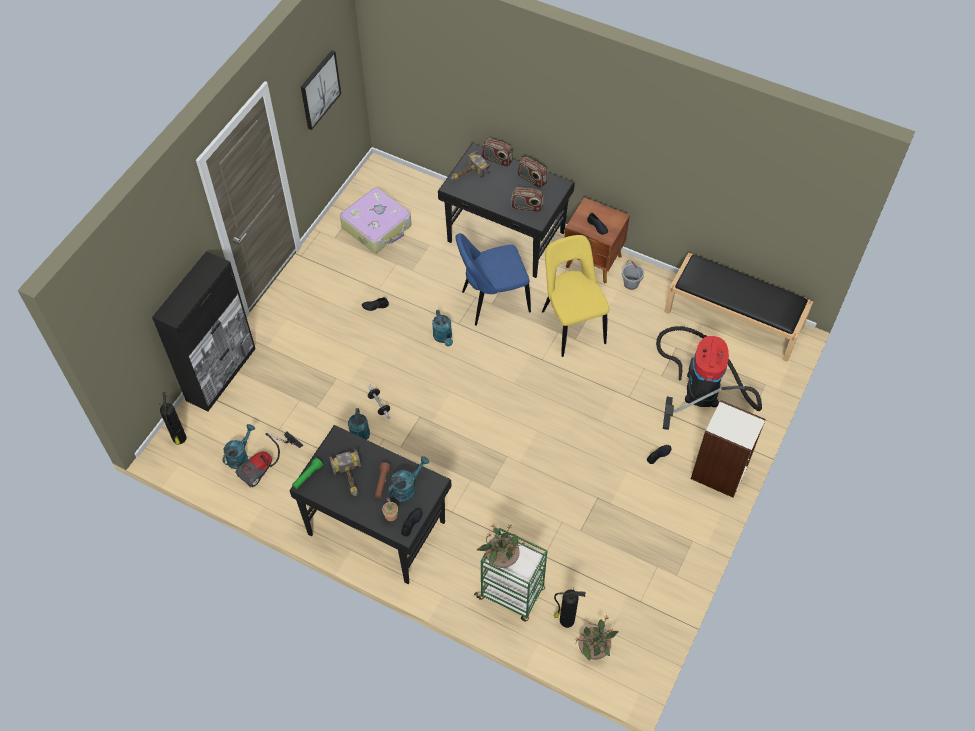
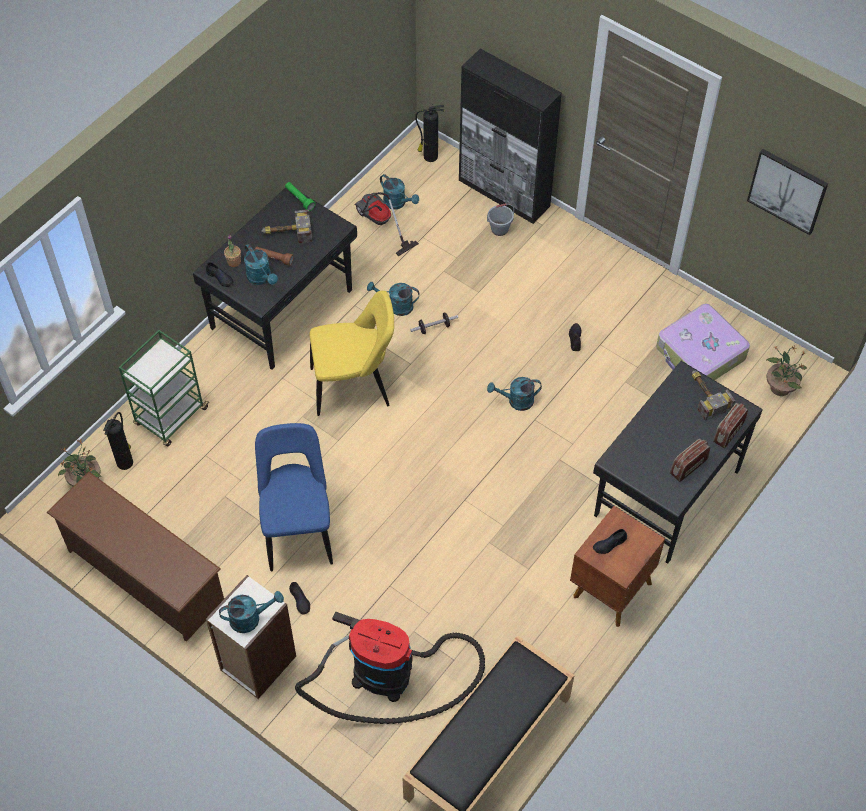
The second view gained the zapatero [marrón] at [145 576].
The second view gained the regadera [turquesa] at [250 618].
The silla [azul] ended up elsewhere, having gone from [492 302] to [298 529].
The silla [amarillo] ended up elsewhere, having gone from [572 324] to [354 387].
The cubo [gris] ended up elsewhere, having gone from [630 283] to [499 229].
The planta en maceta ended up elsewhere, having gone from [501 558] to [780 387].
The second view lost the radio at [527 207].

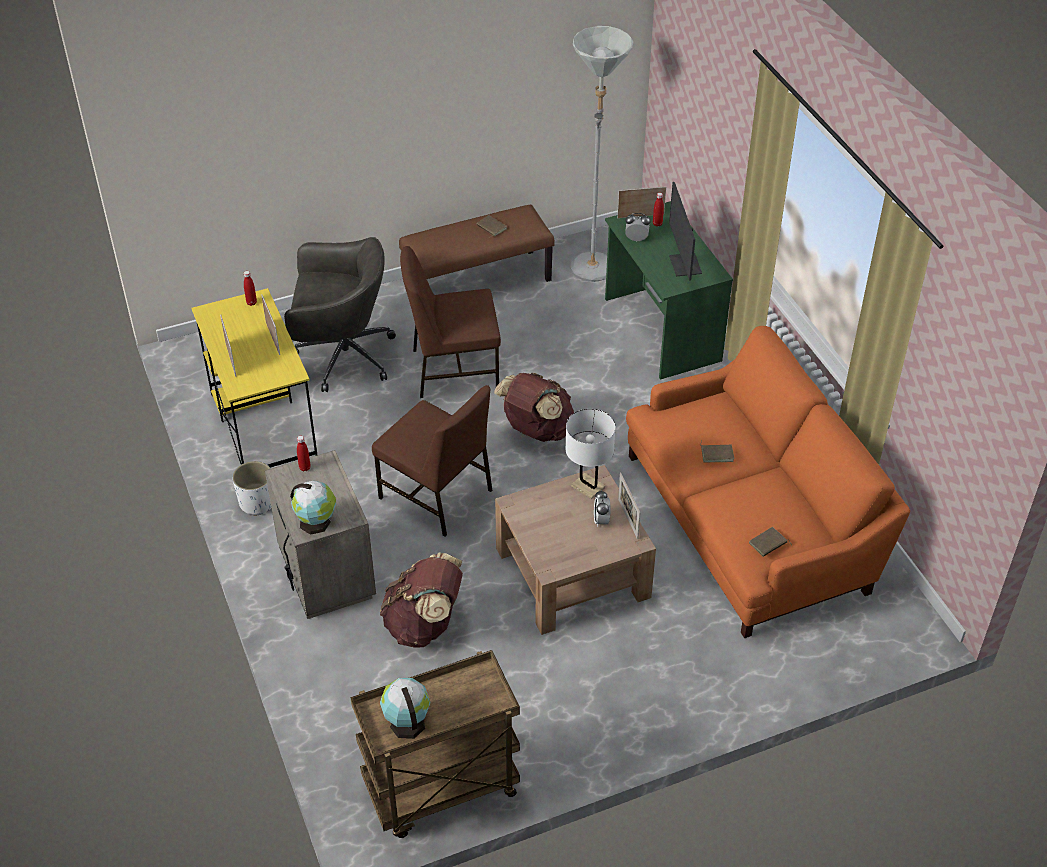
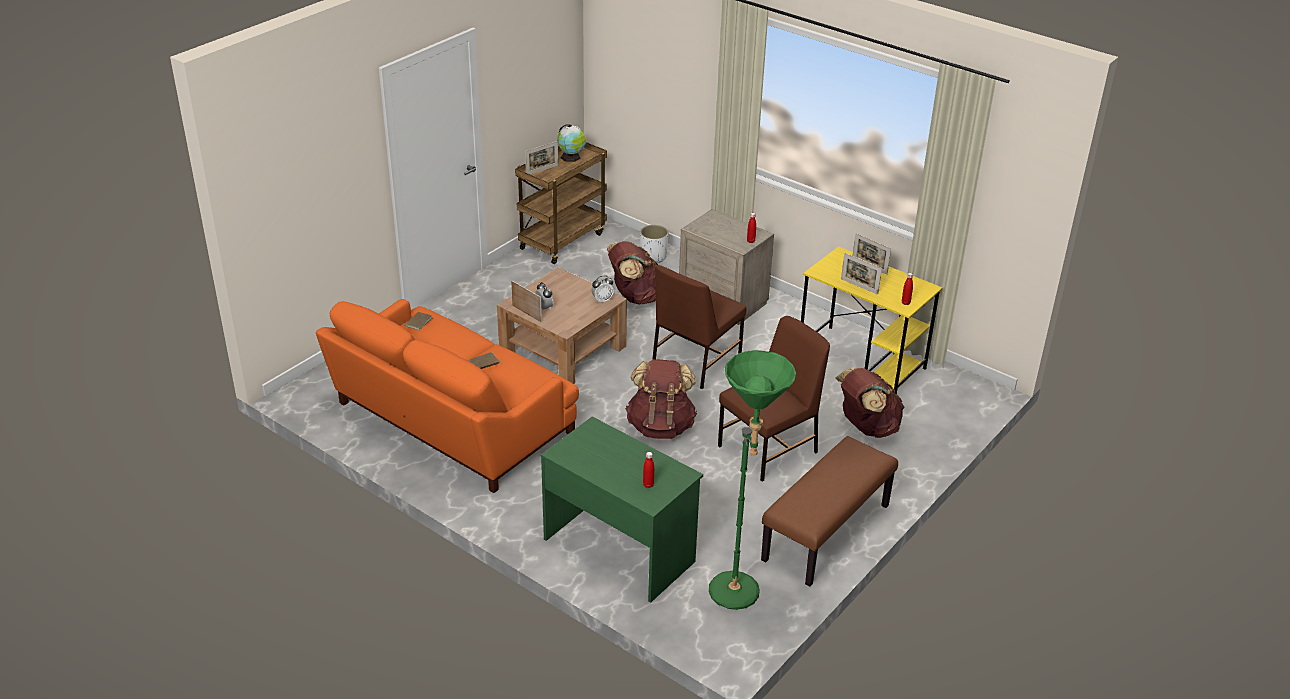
The portarretratos ended up elsewhere, having gone from [640 216] to [542 170].
The despertador ended up elsewhere, having gone from [636 239] to [602 300].
The maceta [blanco] ended up elsewhere, having gone from [257 502] to [653 256].
The silla [marrón] at [436 496] ended up facing another way, 60 degrees counterclockwise from before.
What was the lámpara de pie [gris] at [593 261] turned into the lámpara de pie [verde] at [738 599].
Where the silla de oficina [gris] stood at [342 356], the mochila [marrón] came to stand at [866 427].
The second view lost the globo terráqueo at [316 522].
The second view lost the libro [marrón] at [491 228].
The second view lost the lámpara de mesa [blanco] at [588 486].
The second view lost the monitor at [684 265].

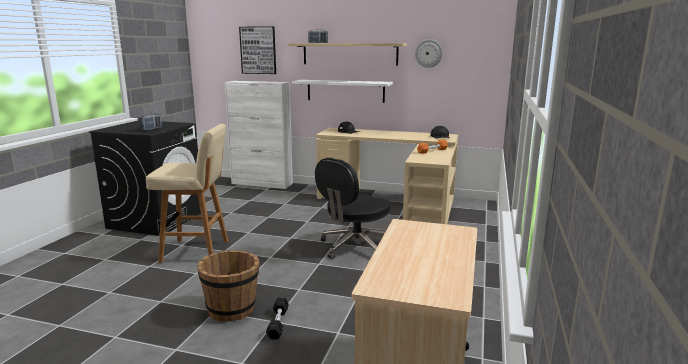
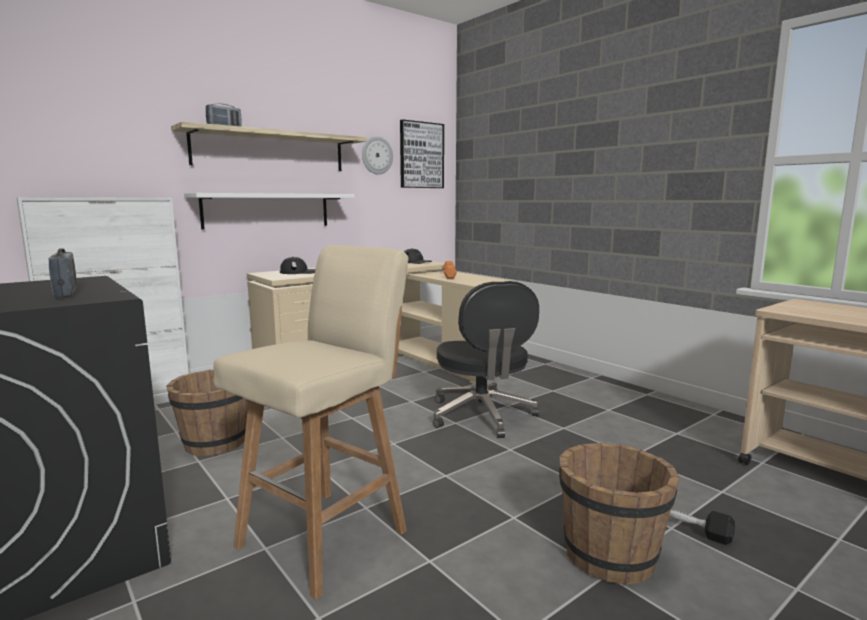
The second view gained the cubo [marrón] at [214 443].
The cuadro ended up elsewhere, having gone from [258 50] to [421 155].

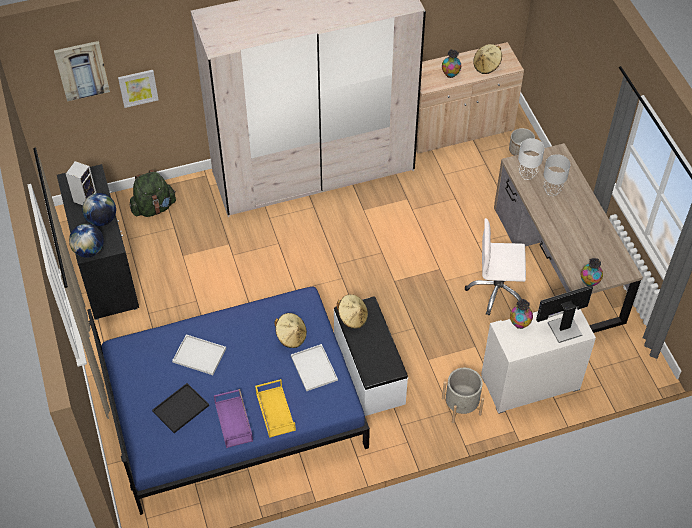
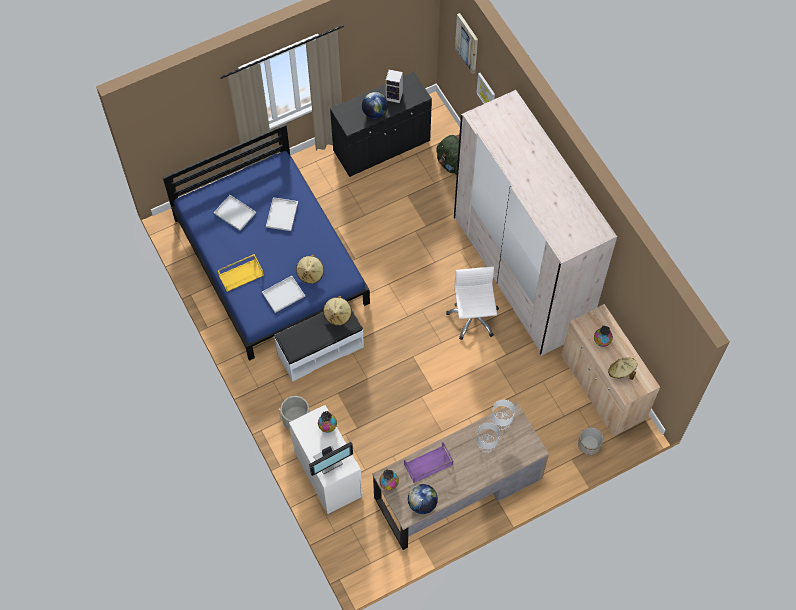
What was the bandeja [negro] at [181 407] turned into the bandeja [blanco] at [235 213].
The monitor at [563 328] ended up facing another way, 90 degrees clockwise from before.
The bandeja [morado] ended up elsewhere, having gone from [234 422] to [428 465].
The globo terráqueo ended up elsewhere, having gone from [89 250] to [422 503].
The silla de oficina [blanco] ended up elsewhere, having gone from [496 291] to [473 318].

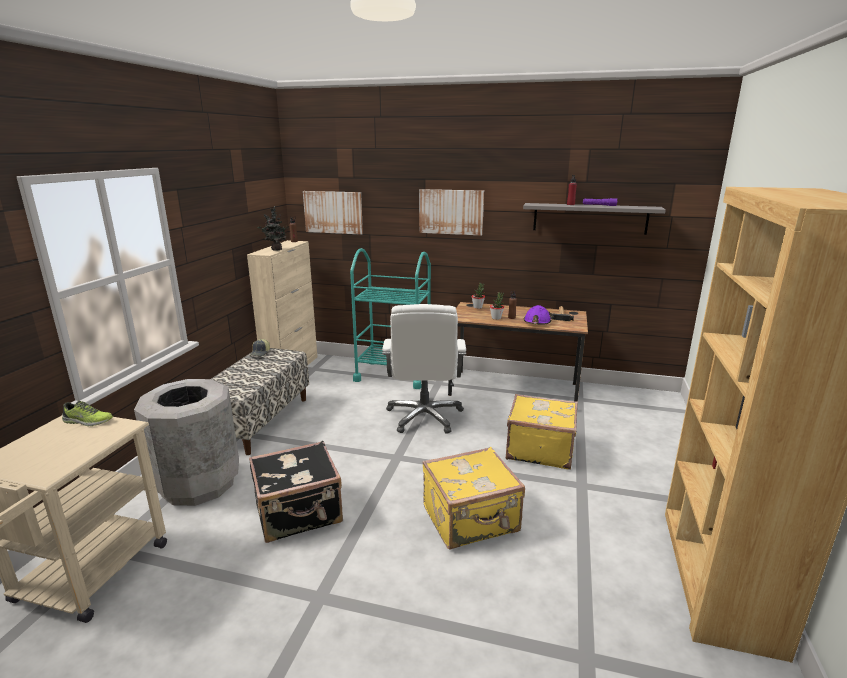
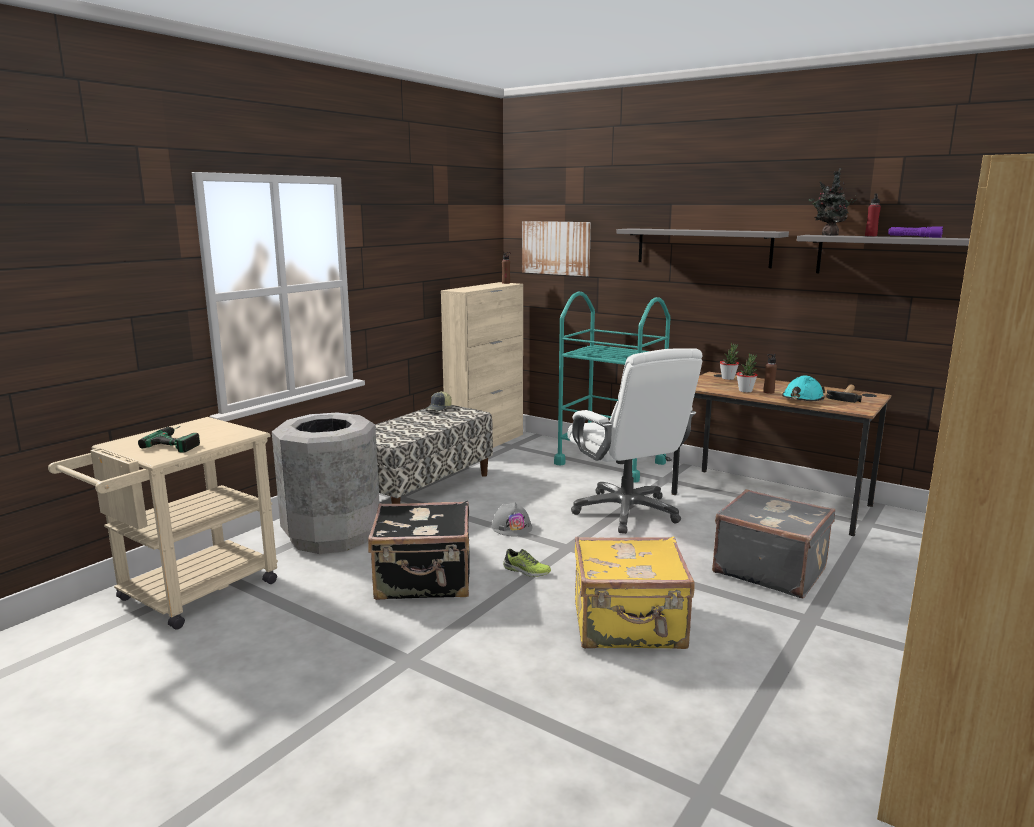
The second view gained the taladro at [179 441].
The second view gained the casco [gris] at [512 527].
The zapato ended up elsewhere, having gone from [87 421] to [526 571].
The silla de oficina [blanco] at [424 416] ended up facing another way, 45 degrees counterclockwise from before.
Where the cuadro hung at [451 212], the estante [gris] came to hang at [703 247].
What was the maleta [amarillo] at [539 449] turned into the maleta [gris] at [769 570].
What was the casco [morado] at [537 322] turned into the casco [turquesa] at [802 400].
The planta en maceta ended up elsewhere, having gone from [276 249] to [828 235].

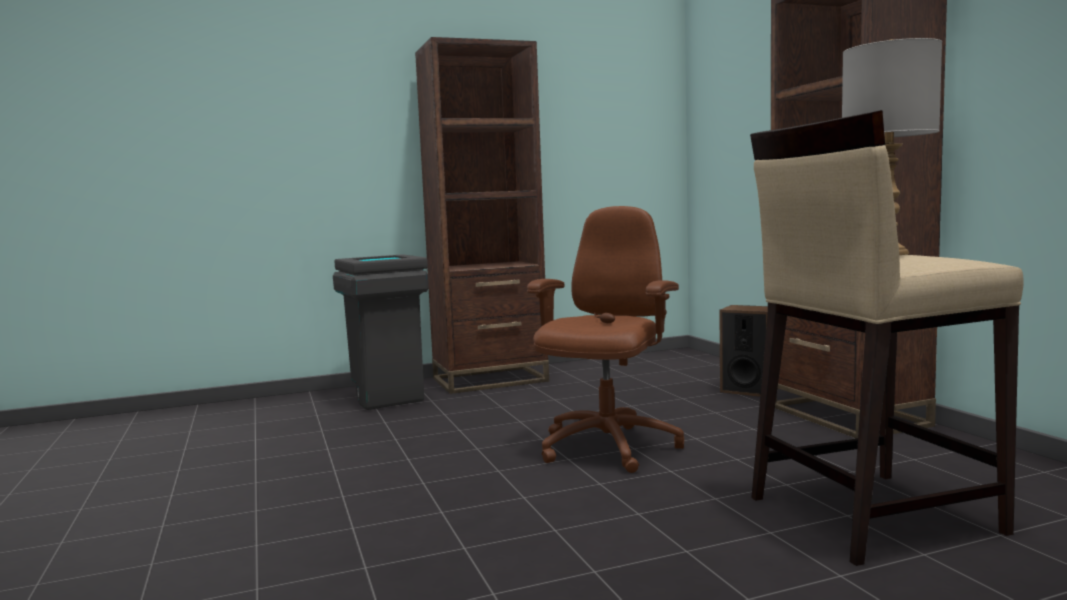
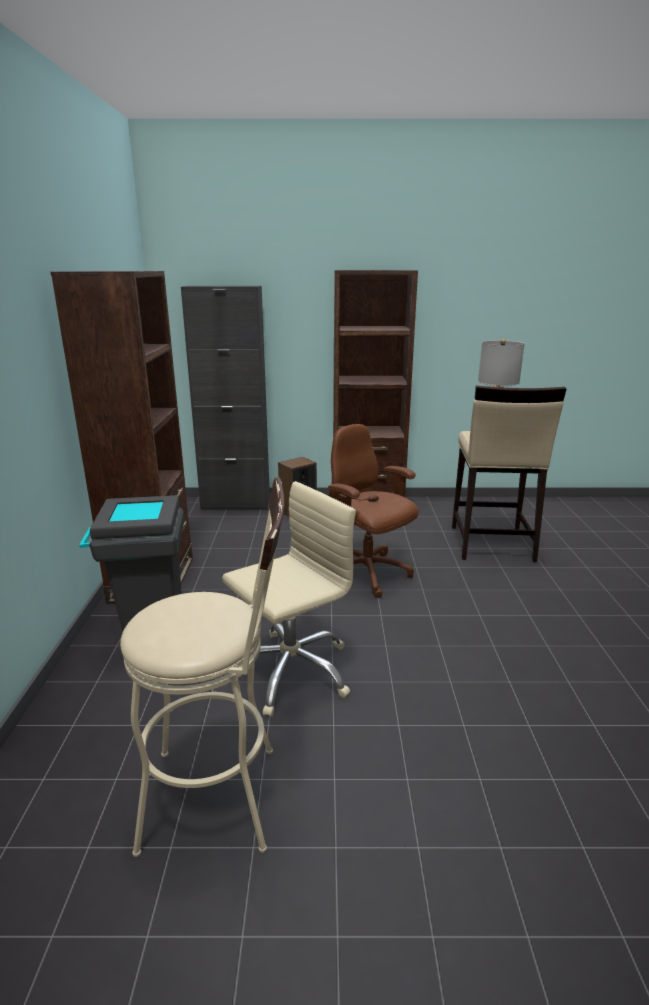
The second view gained the taburete [beis] at [224 797].
The second view gained the armario [negro] at [236 504].
The second view gained the silla de oficina [beis] at [291 670].

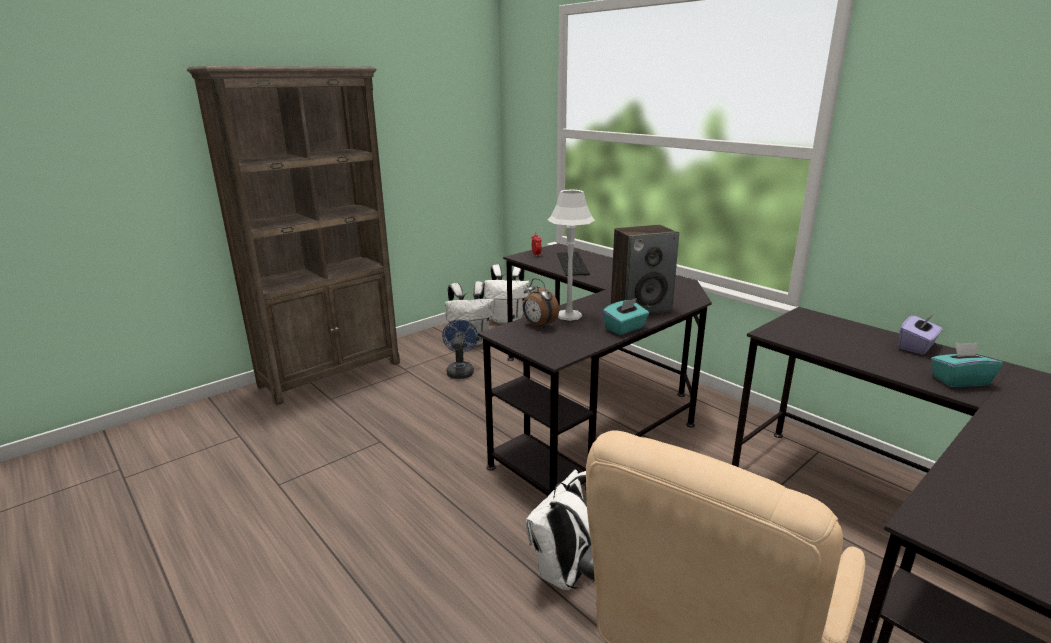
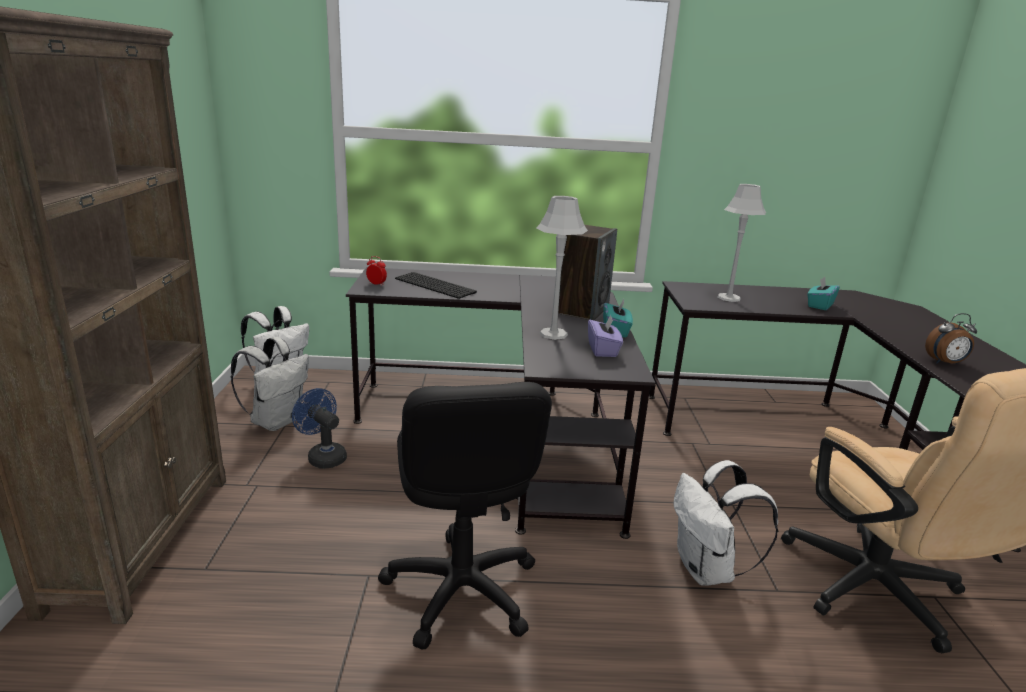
The second view gained the silla de oficina [negro] at [460 590].
The caja de pañuelos [morado] ended up elsewhere, having gone from [916 347] to [603 350].
The second view gained the lámpara de mesa [gris] at [728 298].
The despertador ended up elsewhere, having gone from [538 325] to [945 363].

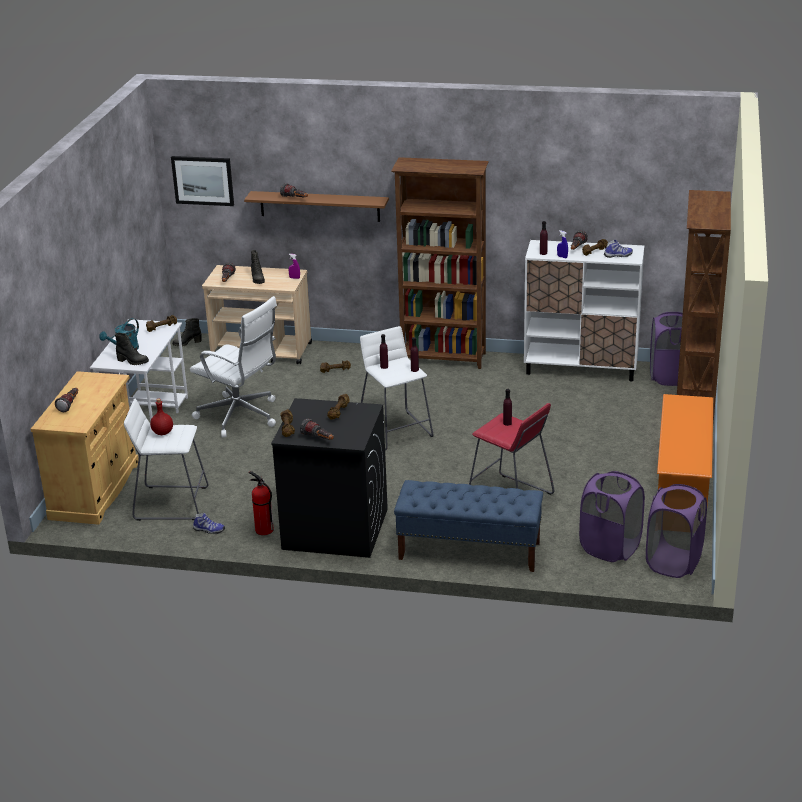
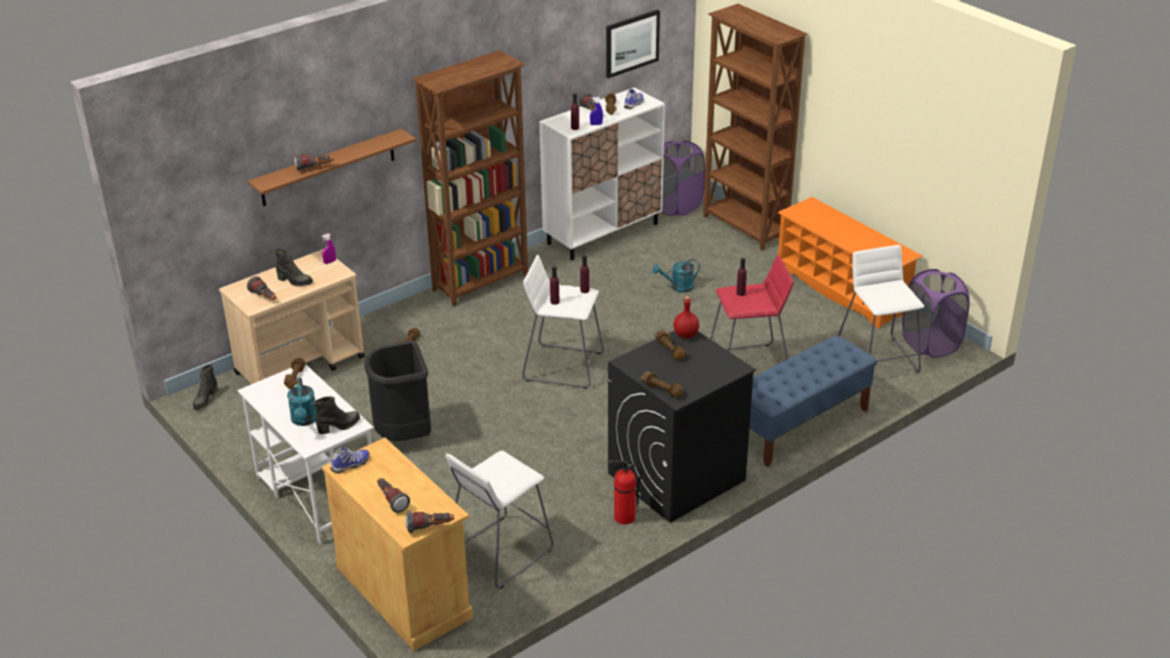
The zapato ended up elsewhere, having gone from [208 530] to [351 465].
Where the silla de oficina [blanco] stood at [240 416], the papelera [negro] came to stand at [404 436].
The linterna ended up elsewhere, having gone from [318 439] to [430 528].
The cuadro ended up elsewhere, having gone from [203 180] to [631 43].
The second view gained the regadera [turquesa] at [678 287].
The botella [rojo] ended up elsewhere, having gone from [162 432] to [685 334].
Where the cesto de la ropa [morado] stood at [610 548], the taburete [blanco] came to stand at [877 359].

